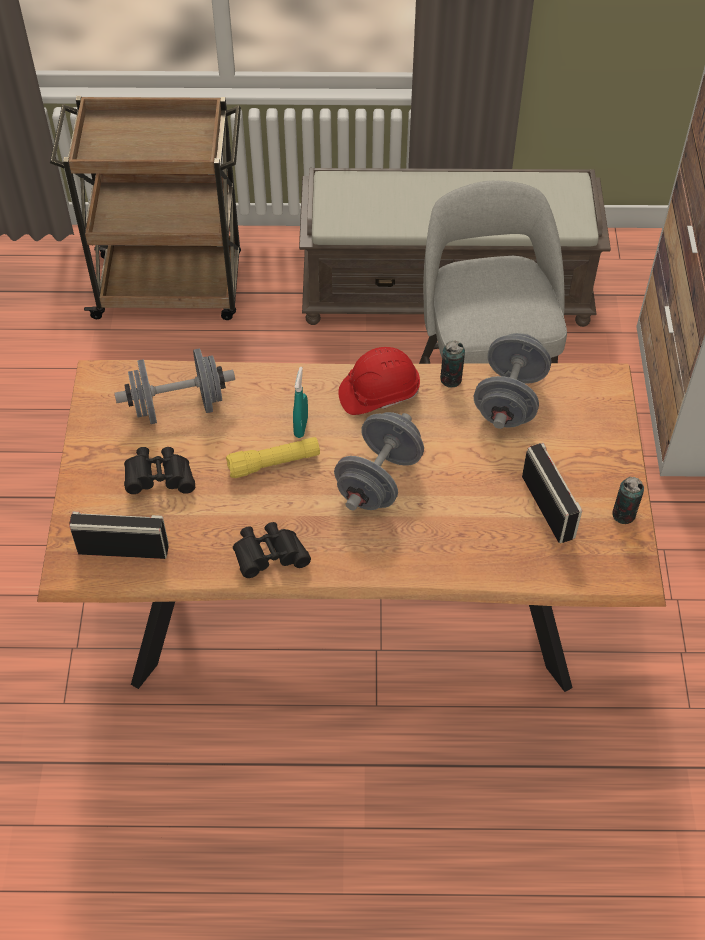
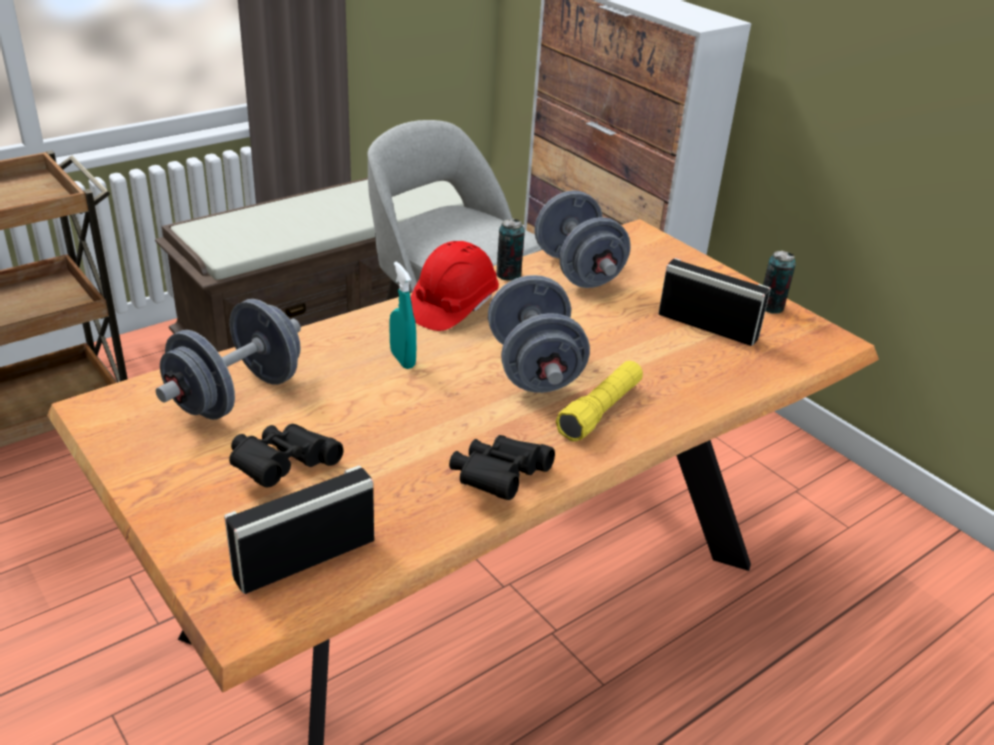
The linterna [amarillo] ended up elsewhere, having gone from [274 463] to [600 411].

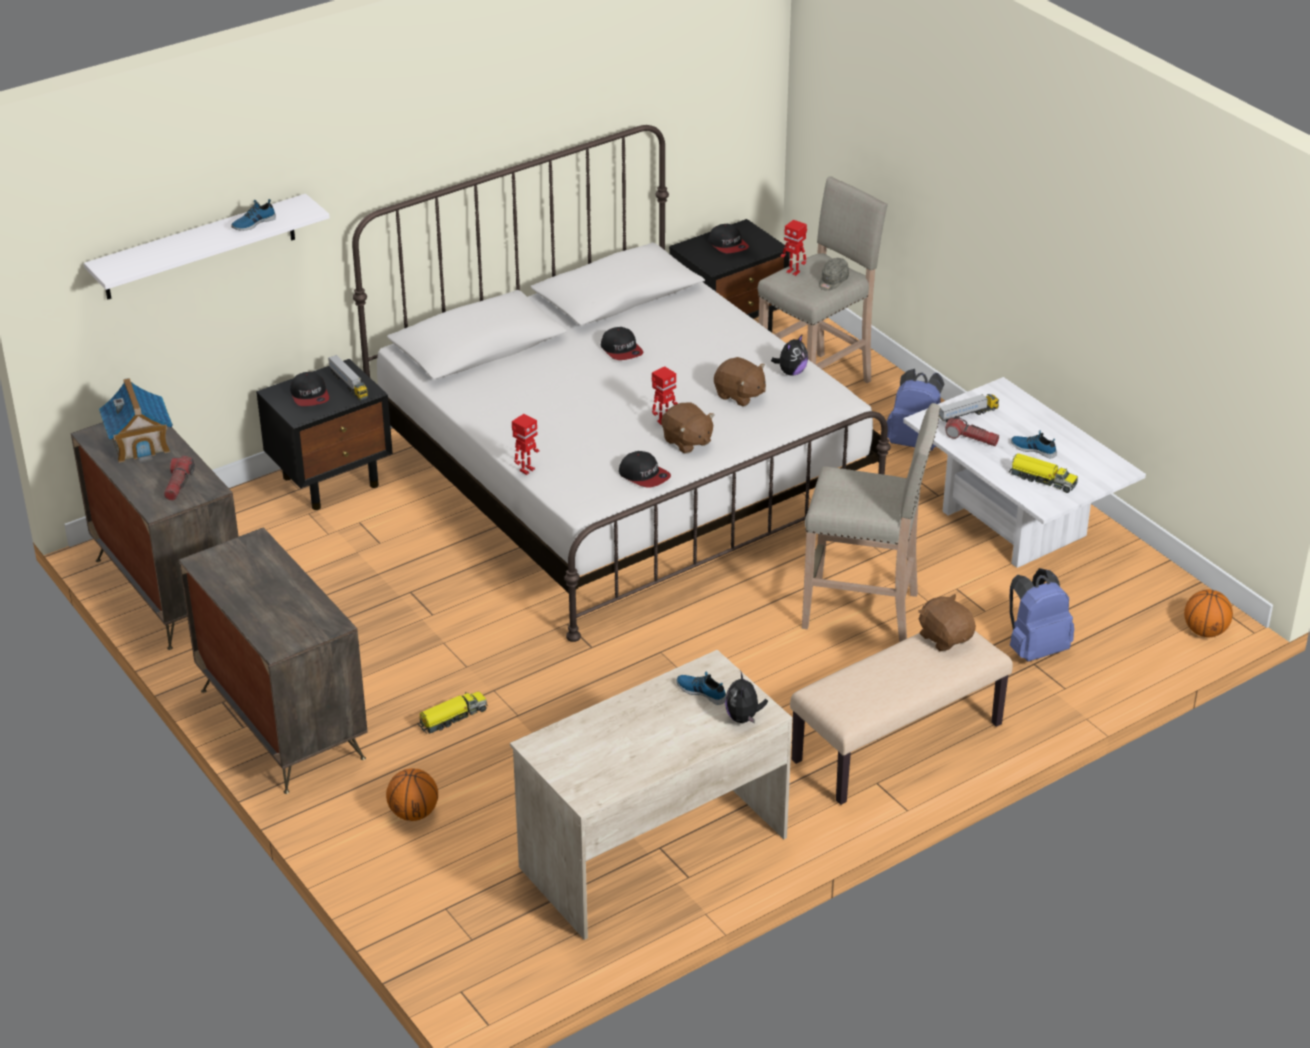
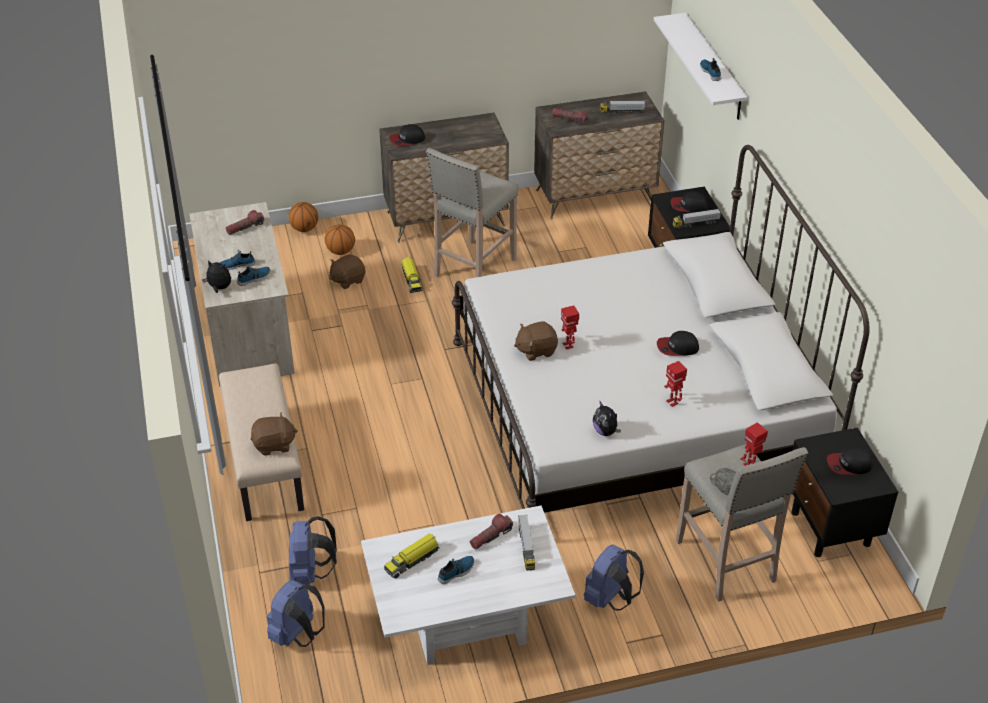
The second view gained the zapato at [237 264].
The second view gained the linterna at [245 227].
The second view gained the mochila [azul] at [298 635].
The balón de baloncesto ended up elsewhere, having gone from [1205 631] to [304 229].
The peluche [marrón] ended up elsewhere, having gone from [739 395] to [347 280].
The gorra ended up elsewhere, having gone from [644 475] to [407 140].
The taburete [beis] ended up elsewhere, having gone from [863 611] to [473 268].
Where the casita stood at [140 443], the camión de juguete came to stand at [621 112].
The robot de juguete ended up elsewhere, having gone from [526 470] to [672 402].

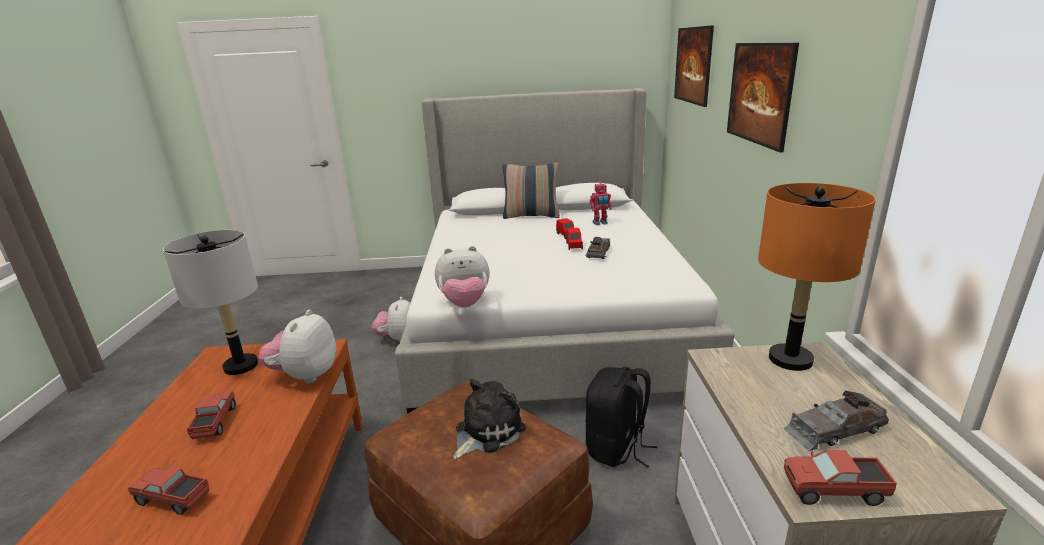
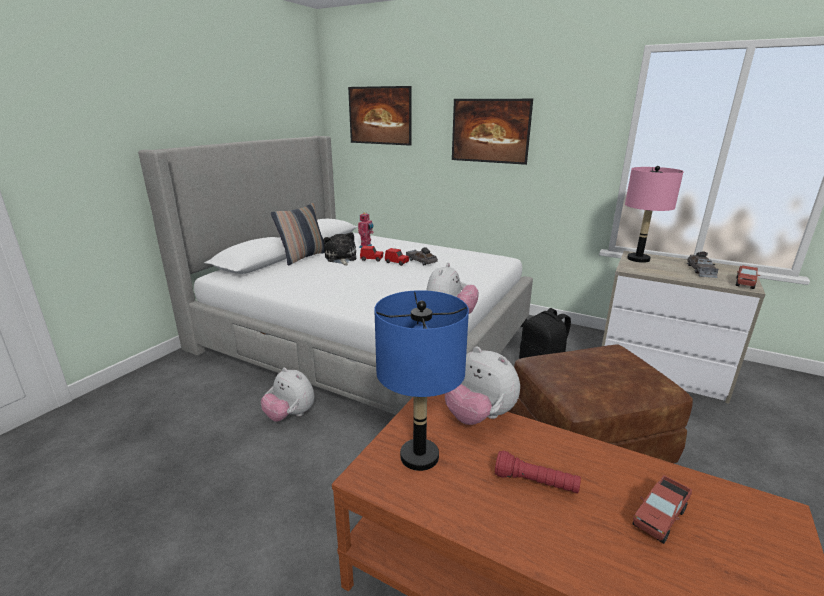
The peluche ended up elsewhere, having gone from [486 431] to [341 258].
What was the lámpara de mesa [gris] at [241 366] turned into the lámpara de mesa [azul] at [419 456].
Where the camión de juguete stood at [215 423], the linterna [rojo] came to stand at [535 483].
What was the lámpara de mesa [naranja] at [789 360] turned into the lámpara de mesa [rosa] at [638 259].

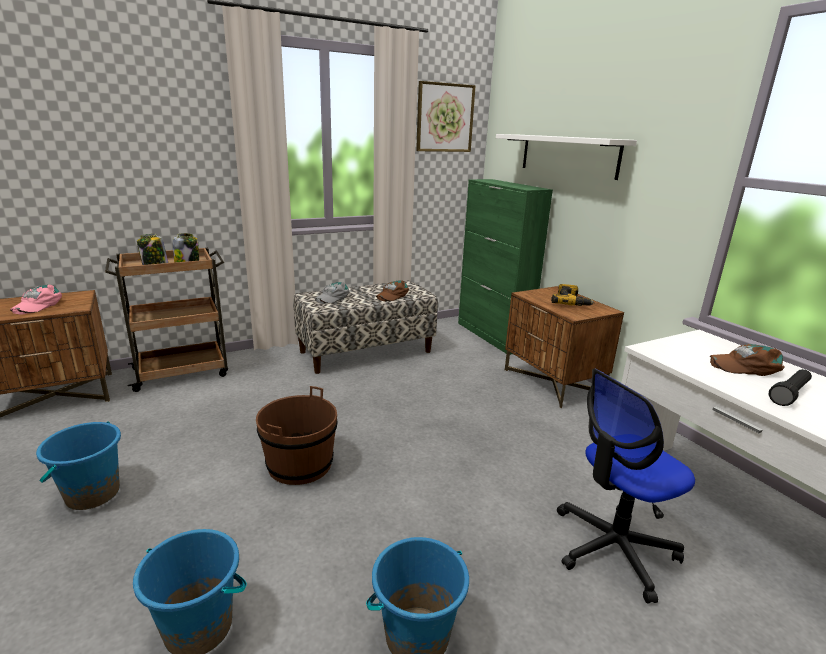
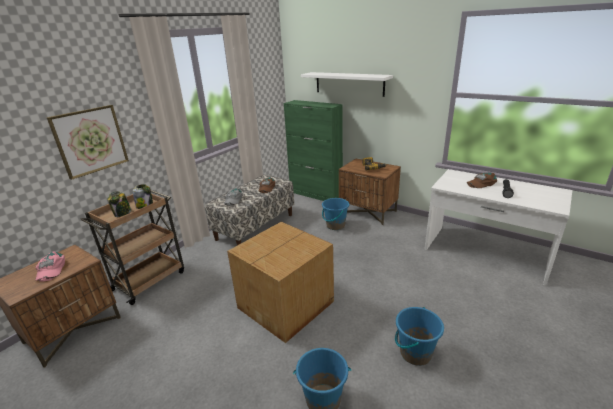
The cuadro ended up elsewhere, having gone from [444 118] to [90 141].
Where the cubo [marrón] stood at [300 464], the caja de cartón came to stand at [287 304].
The cubo [azul] ended up elsewhere, having gone from [92 494] to [335 225].
The second view lost the silla de oficina at [613 548].

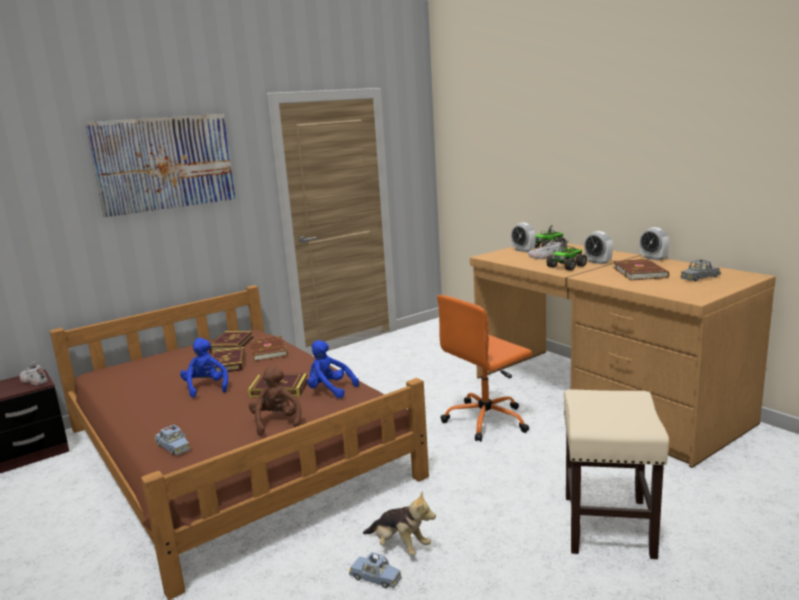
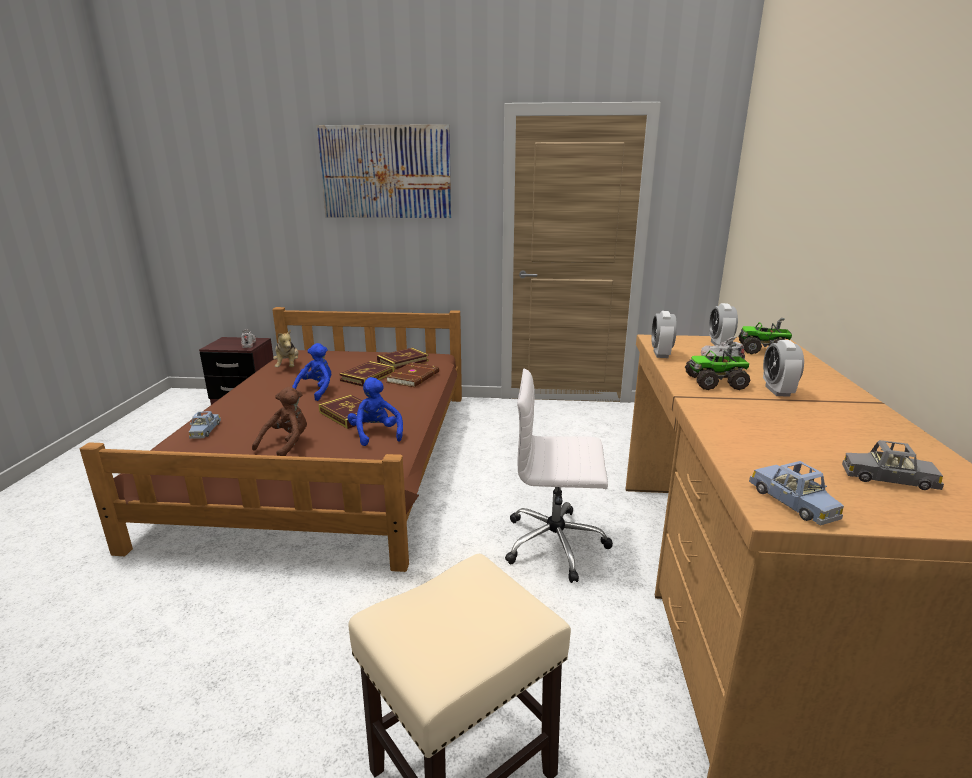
The peluche ended up elsewhere, having gone from [400 546] to [288 366].
What was the silla de oficina [naranja] at [487 420] turned into the silla de oficina [blanco] at [556 544].
The despertador ended up elsewhere, having gone from [653 258] to [661 354].
The coche de juguete [azul] ended up elsewhere, having gone from [375 577] to [793 502].
The second view lost the libro [marrón] at [640 272].

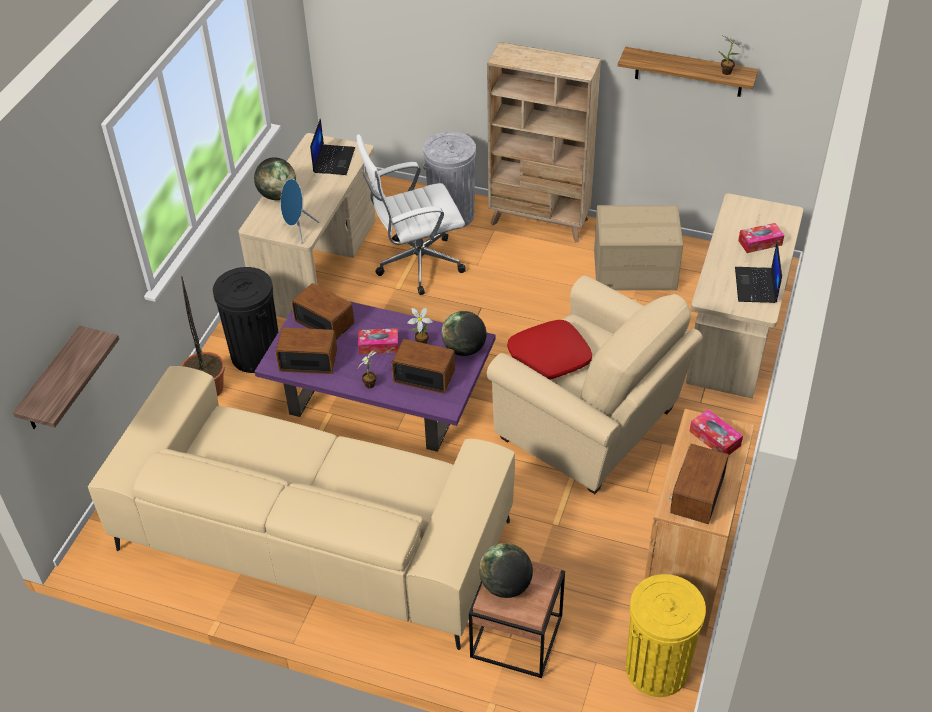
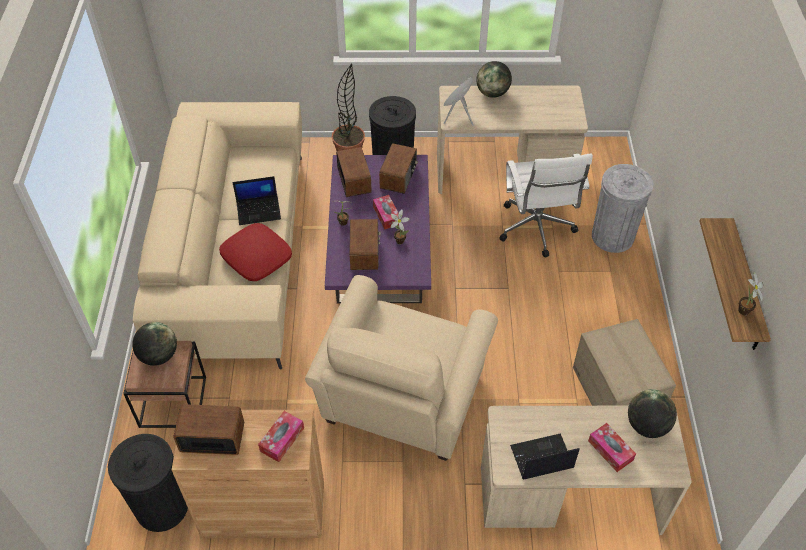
What was the papelera [amarillo] at [656 668] turned into the papelera [negro] at [162 507].
The cojín [rojo] ended up elsewhere, having gone from [549 358] to [256 257].
The portátil ended up elsewhere, having gone from [333 160] to [259 210].
The silla de oficina [blanco] at [415 265] ended up facing another way, 150 degrees counterclockwise from before.
The globo terráqueo ended up elsewhere, having gone from [464 349] to [647 425].
The second view lost the estante at [52 381].
The second view lost the estantería [beis] at [539 222].

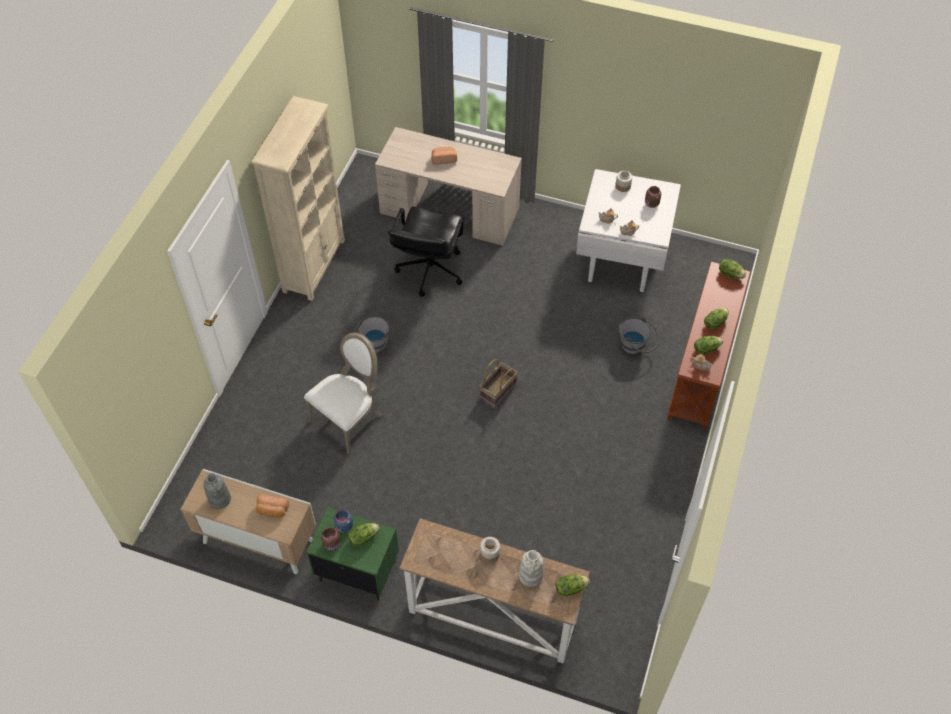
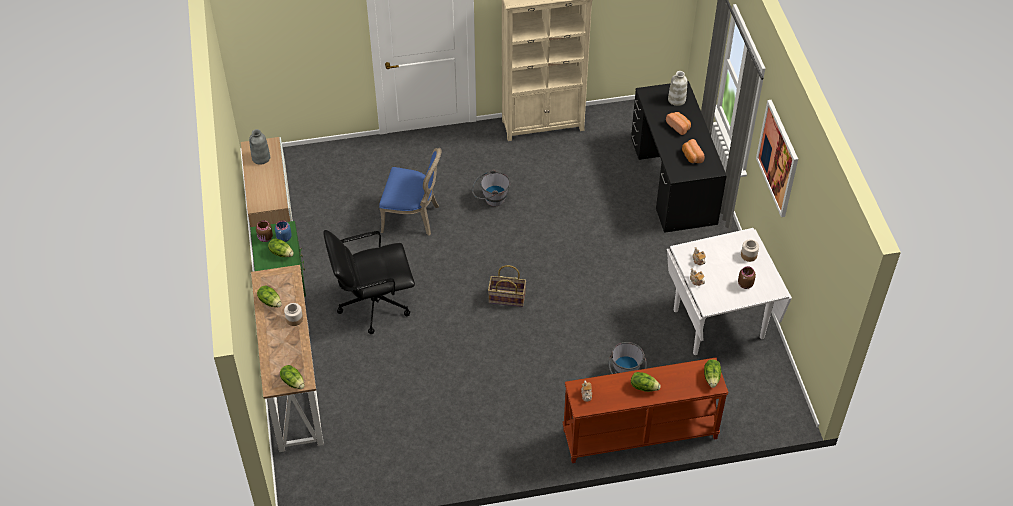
The lechuga ended up elsewhere, having gone from [706 349] to [270 301].
The silla de oficina [negro] ended up elsewhere, having gone from [429 270] to [373 304].
What was the silla [blanco] at [349 418] turned into the silla [azul] at [413 217].
What was the escritorio [beis] at [450 210] turned into the escritorio [negro] at [672 180].
The florero [blanco] ended up elsewhere, having gone from [531 576] to [676 100].
The pan ended up elsewhere, having gone from [272 510] to [691 156].
The second view gained the cuadro at [778 158].

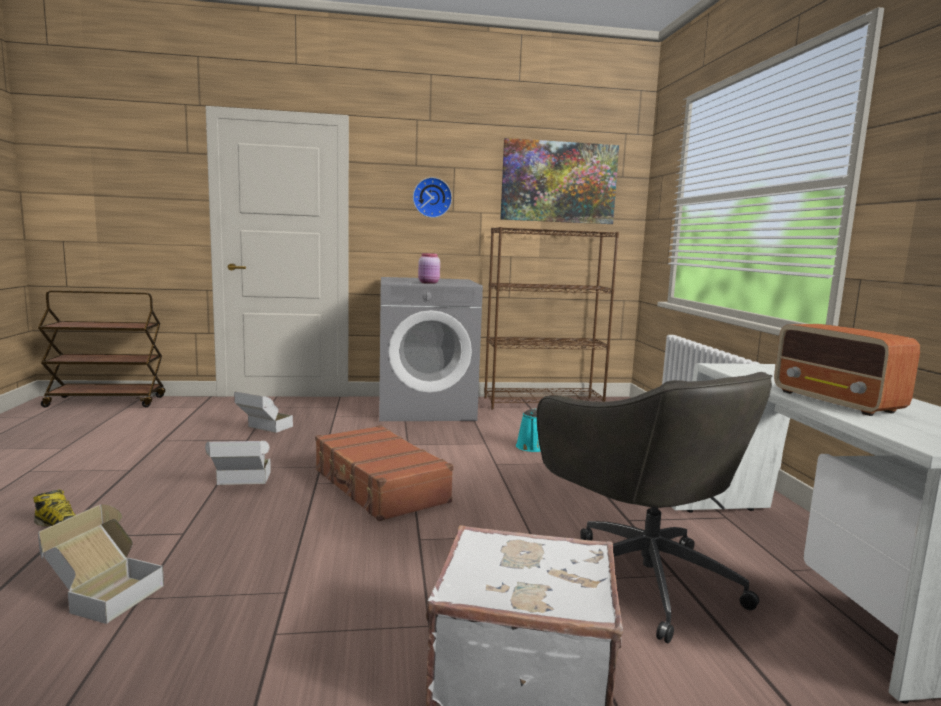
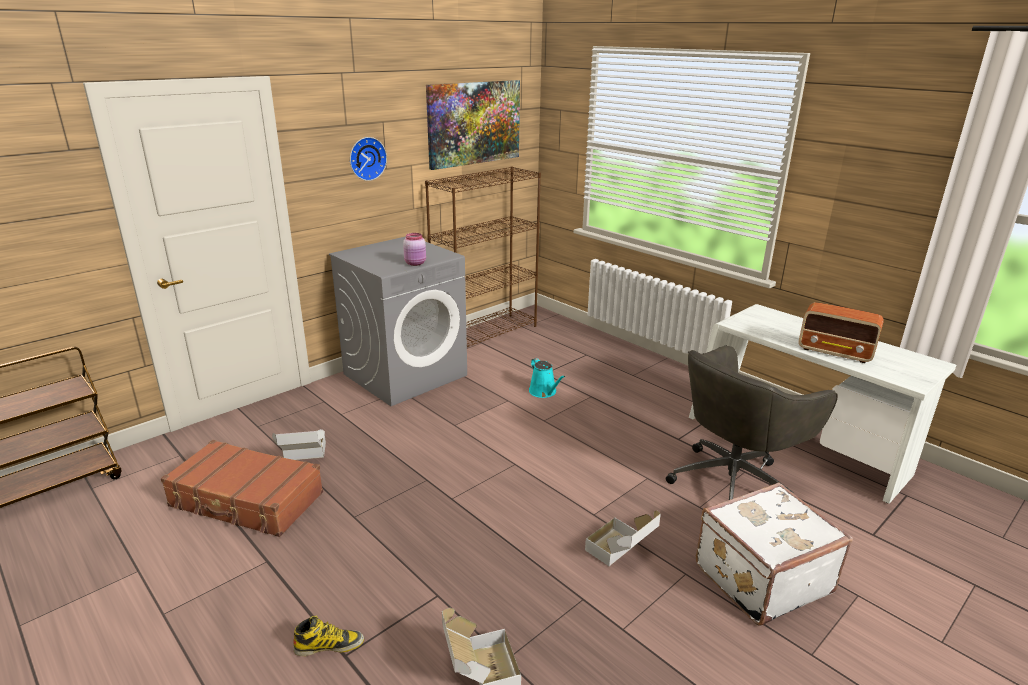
The maleta [marrón] ended up elsewhere, having gone from [379 486] to [246 500].
The caja de cartón ended up elsewhere, having gone from [241 483] to [621 553].
The silla de oficina [gris] at [641 578] ended up facing another way, 120 degrees clockwise from before.

